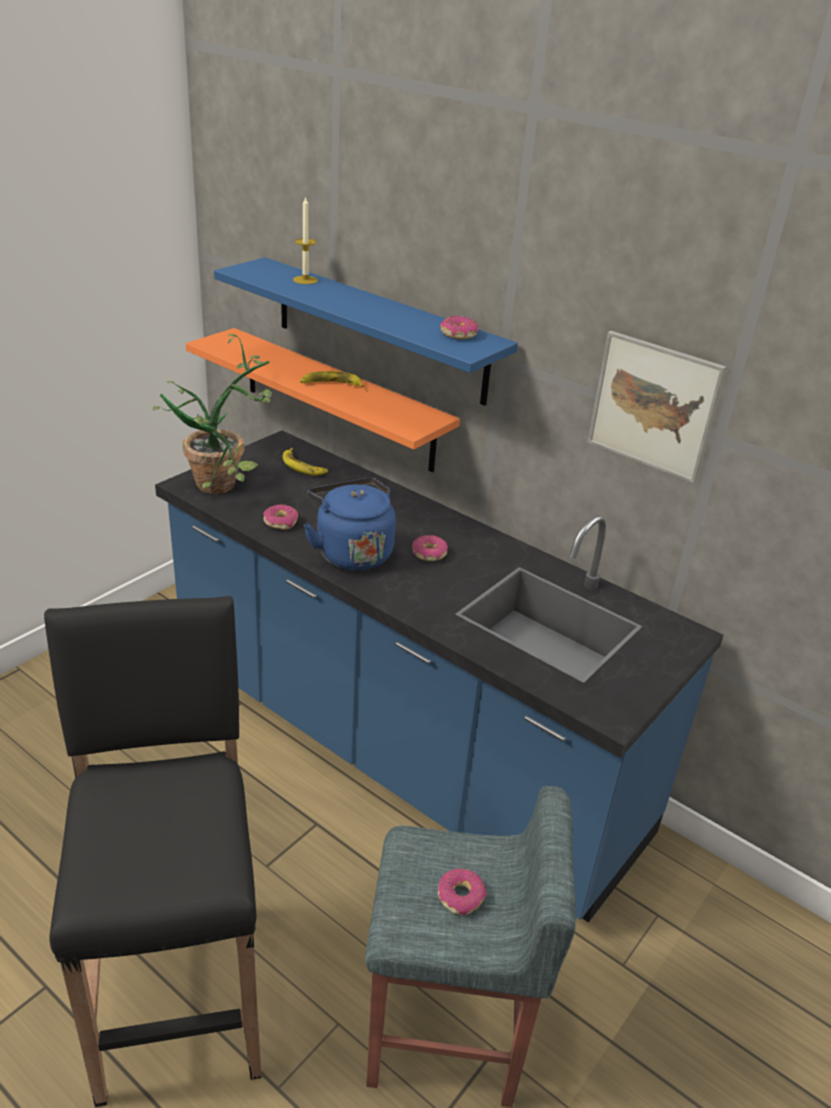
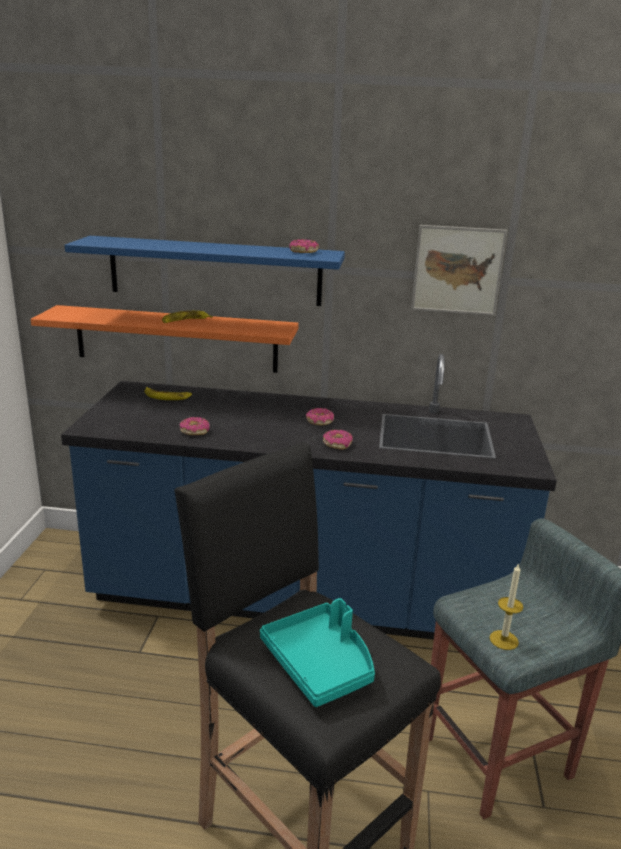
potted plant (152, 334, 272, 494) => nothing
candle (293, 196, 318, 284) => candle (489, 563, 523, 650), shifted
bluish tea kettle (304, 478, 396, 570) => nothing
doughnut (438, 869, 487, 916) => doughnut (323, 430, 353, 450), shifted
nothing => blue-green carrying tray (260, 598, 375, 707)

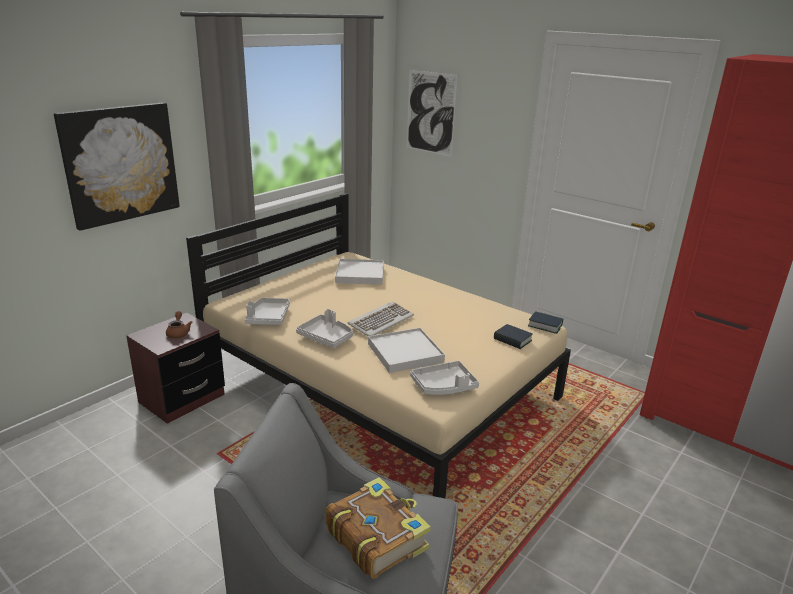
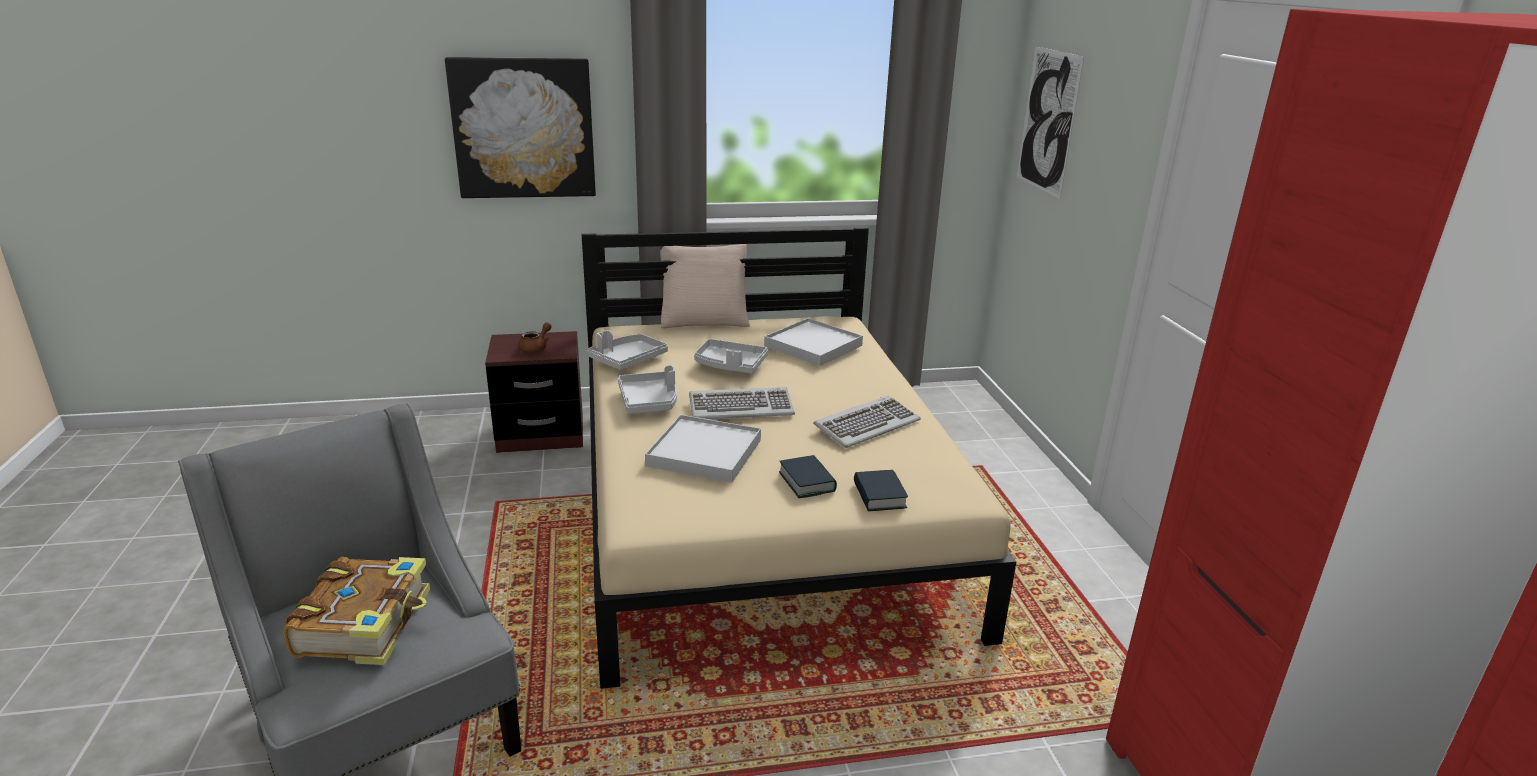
gray carrying tray (410, 361, 479, 395) => gray carrying tray (694, 339, 768, 374), shifted
bound book (528, 311, 563, 334) => bound book (779, 455, 837, 498), shifted
nothing => beige throw pillow (660, 244, 750, 328)
nothing => computer keyboard (813, 396, 920, 448)

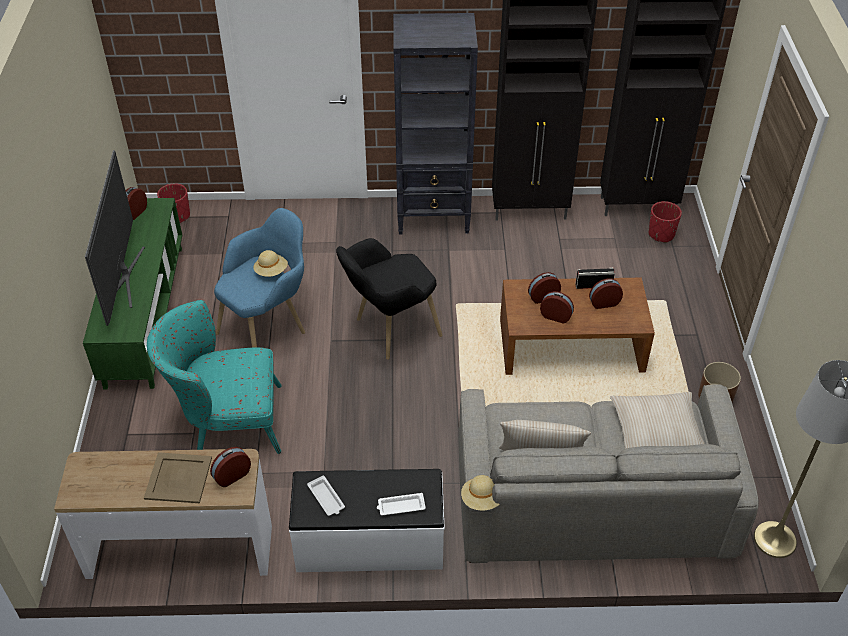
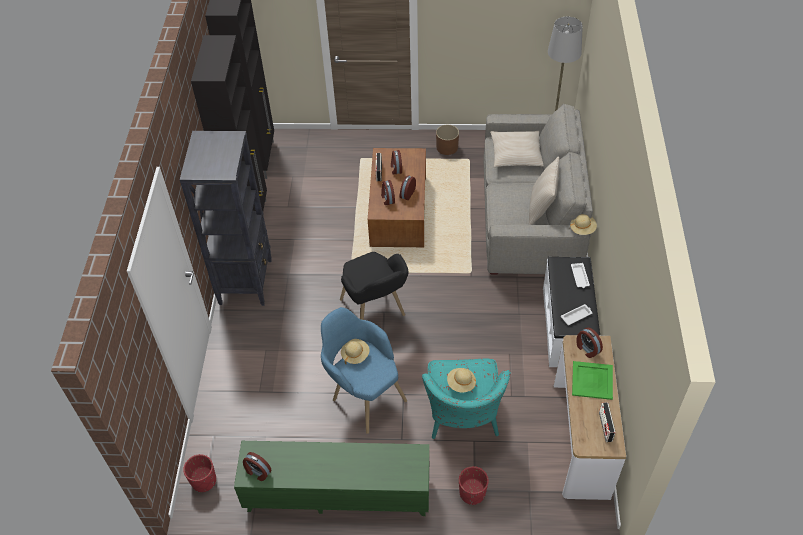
television (85, 150, 145, 326) => nothing
beige carrying tray (144, 452, 212, 503) => green carrying tray (572, 361, 613, 400)
reddish plant pot (649, 201, 682, 243) => reddish plant pot (459, 466, 489, 505), shifted
nothing => beige wearable hat (447, 368, 476, 392)
nothing => radio (599, 402, 615, 442)

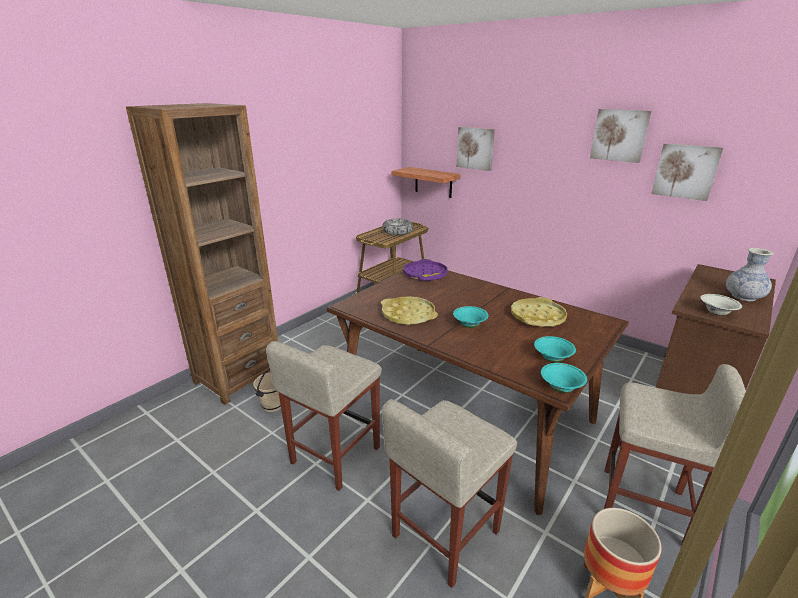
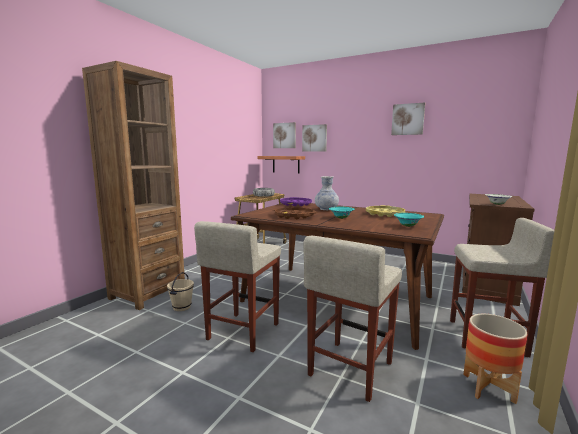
yellow-coloured carrying tray (381, 296, 438, 325) => brown carrying tray (273, 207, 317, 219)
blue-green deep dish (541, 363, 587, 393) => nothing
picture (651, 143, 723, 201) => picture (273, 122, 296, 148), shifted
decorative vase (726, 248, 774, 301) => decorative vase (315, 176, 339, 210), shifted

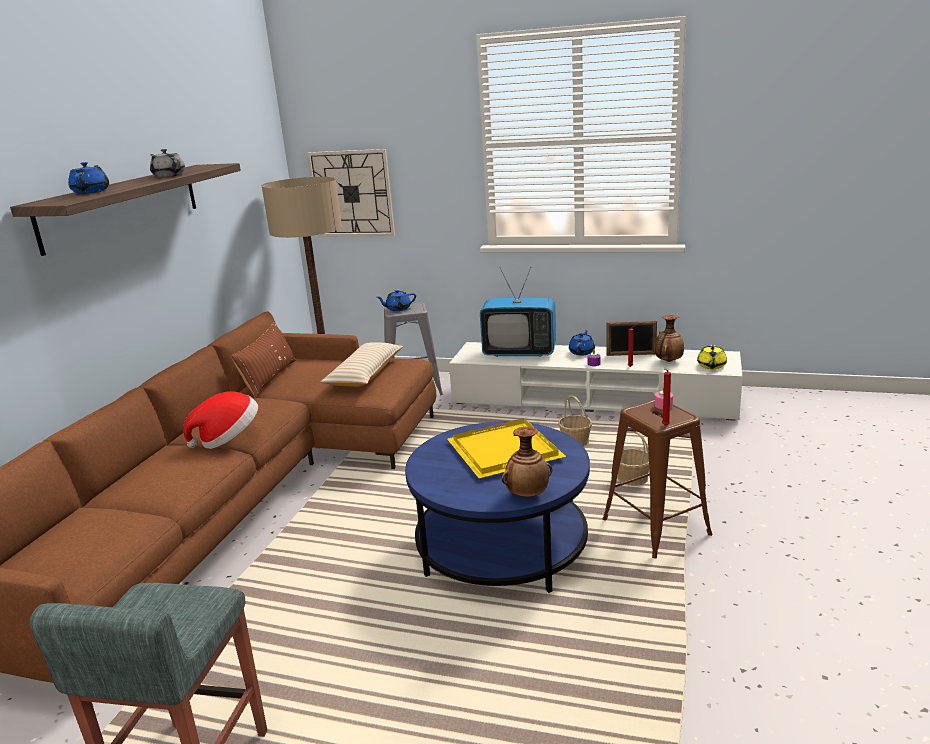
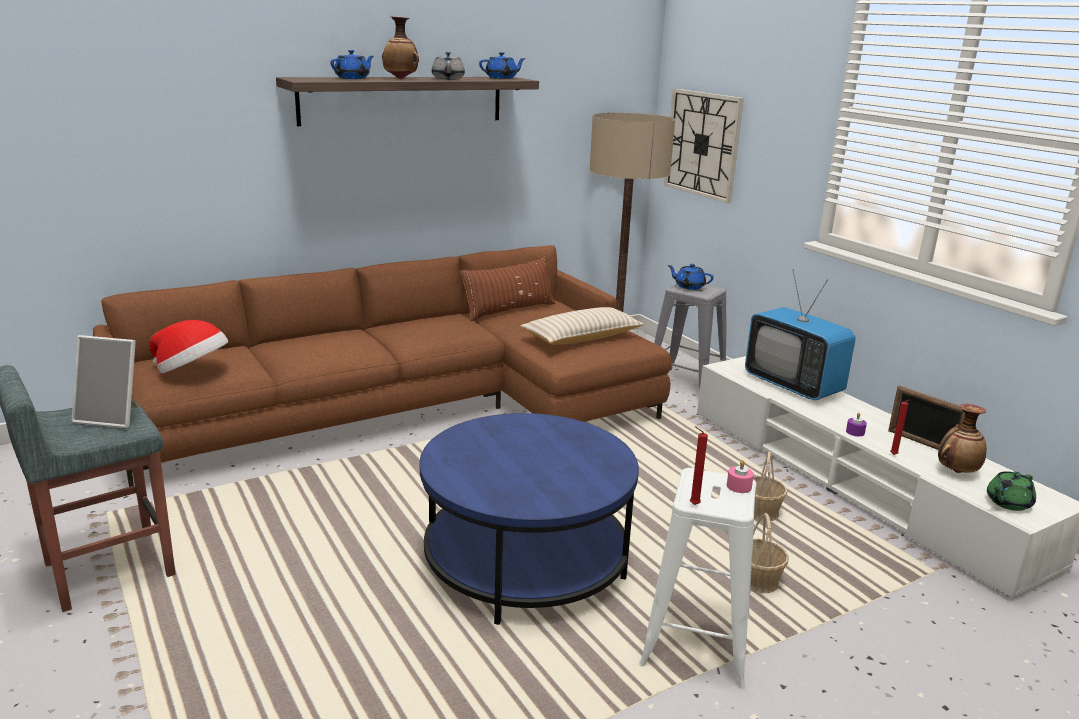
wearable hat (183, 391, 258, 449) => wearable hat (149, 320, 228, 373), shifted
yellow-coloured carrying tray (447, 418, 566, 478) => nothing
decorative vase (501, 427, 552, 497) => decorative vase (382, 16, 419, 79), shifted
bluish teapot (569, 330, 595, 355) => bluish teapot (479, 52, 526, 79), shifted
brown stool (602, 399, 713, 559) => whitish stool (639, 468, 756, 688)
yellow-coloured teapot (697, 345, 727, 369) => green teapot (987, 471, 1036, 511)
nothing => standing frame (72, 335, 139, 428)

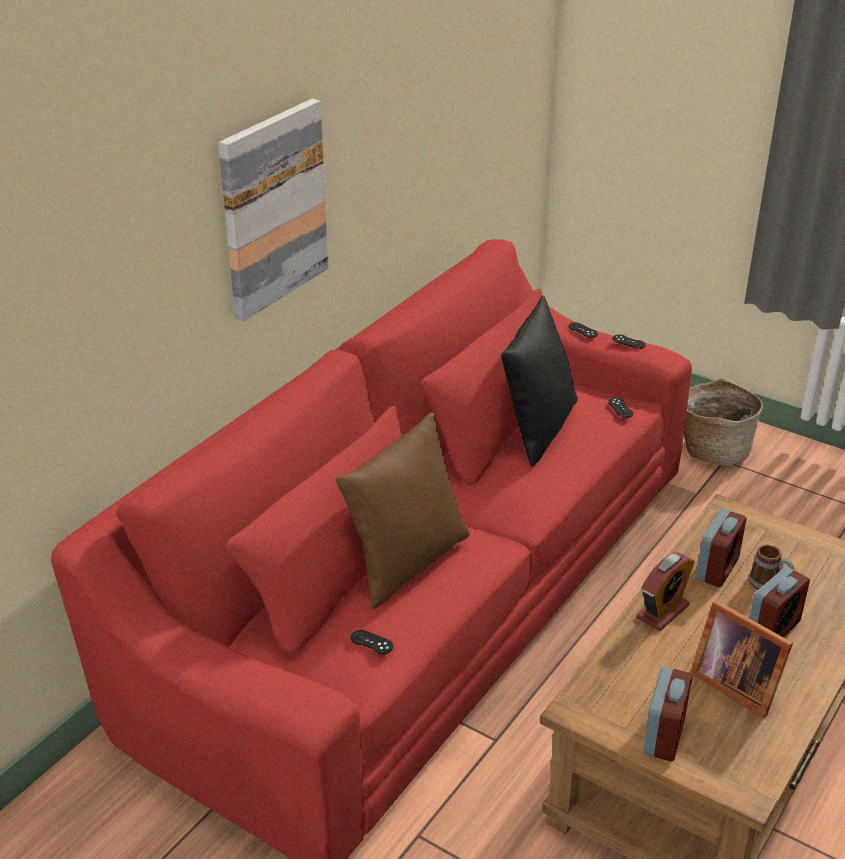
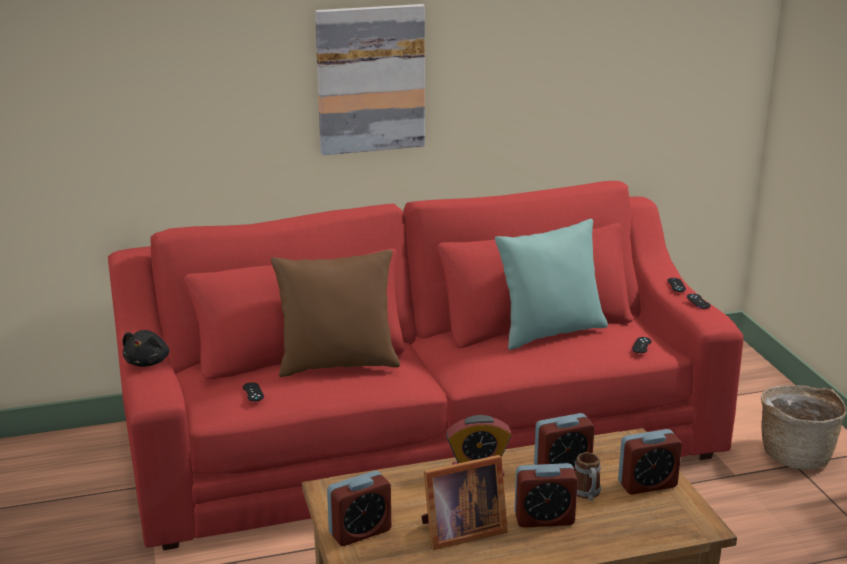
blackish throw pillow (501, 296, 577, 467) => blue-green throw pillow (495, 219, 608, 350)
standing frame (690, 600, 793, 718) => standing frame (421, 455, 508, 550), 105 degrees counterclockwise
nothing => blackish cuddly toy (122, 330, 169, 367)
nothing => alarm clock (618, 429, 682, 495)

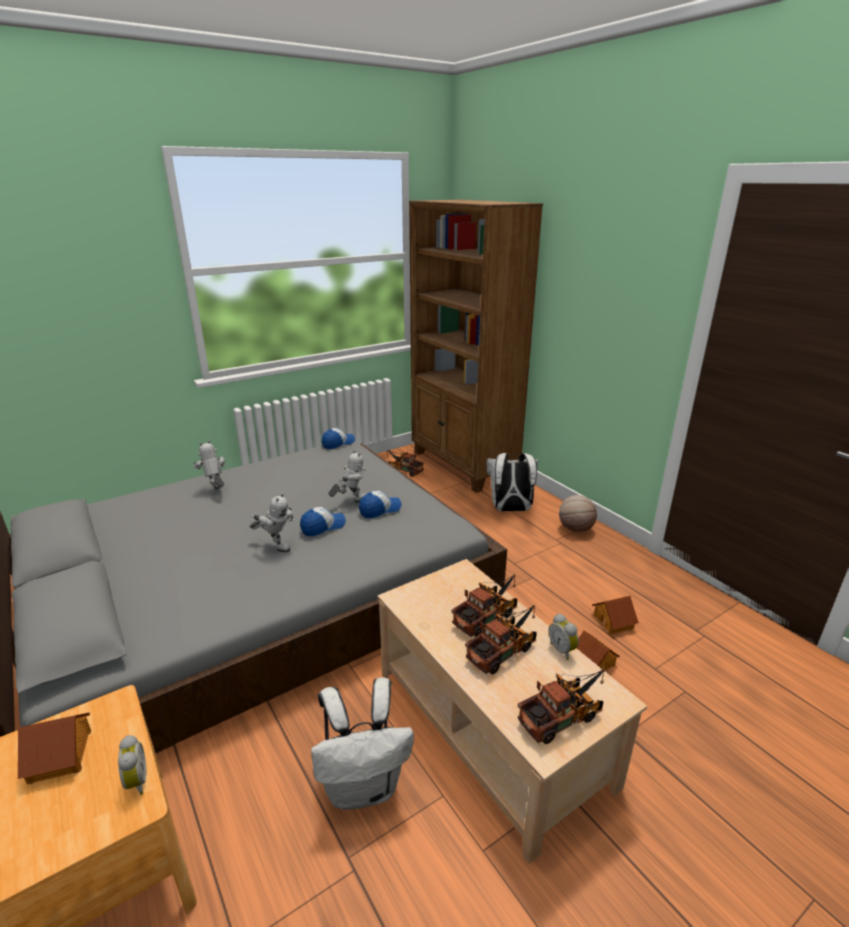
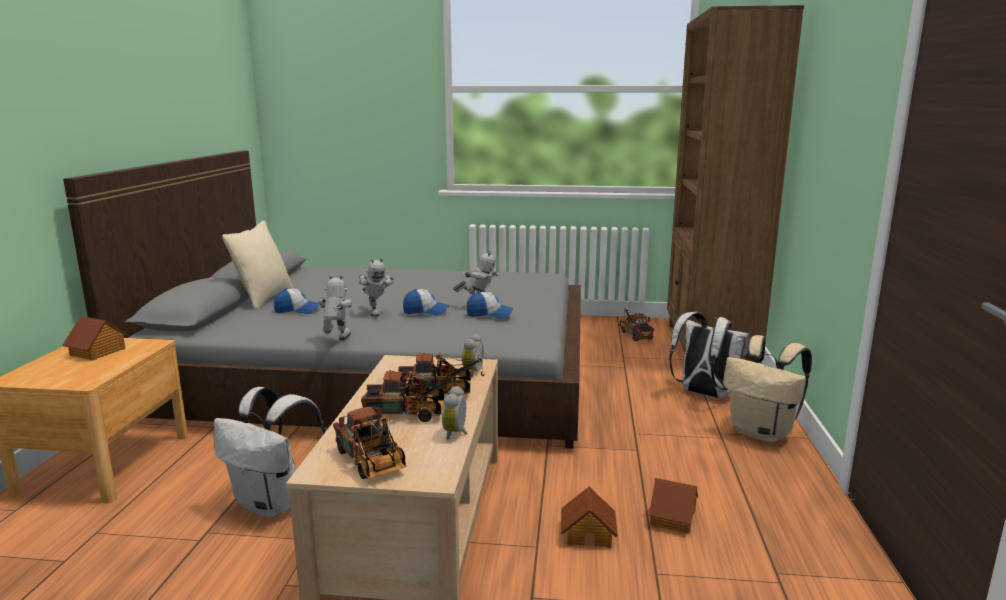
alarm clock (118, 735, 146, 795) => alarm clock (462, 334, 484, 377), shifted
toy robot (193, 440, 225, 489) => toy robot (318, 275, 352, 340), shifted
baseball cap (322, 428, 355, 449) => baseball cap (274, 288, 318, 314), shifted
toy lorry (518, 669, 604, 744) => toy lorry (333, 407, 406, 479), 45 degrees clockwise
ball for basketball (559, 495, 597, 532) => beige rucksack (723, 335, 812, 443)
nothing => beige throw pillow (222, 220, 293, 310)

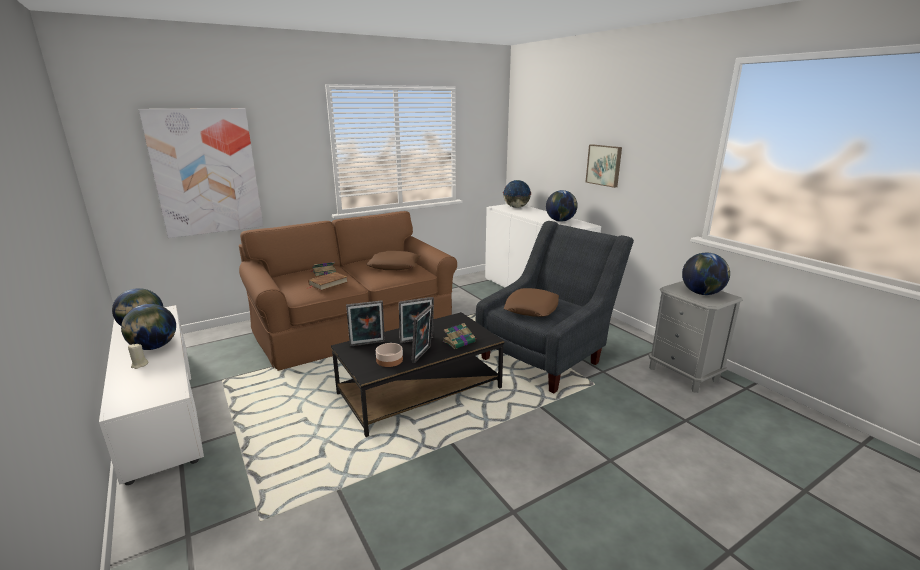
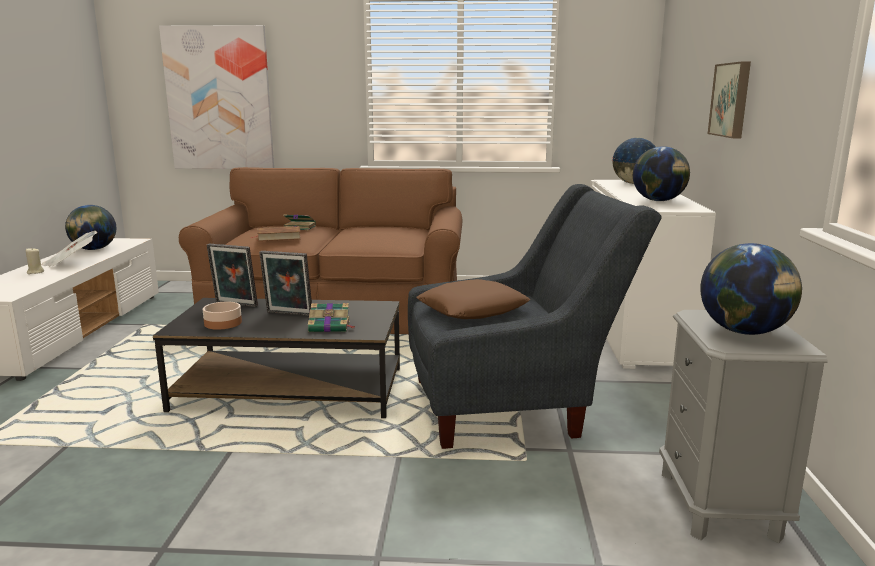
world globe (121, 304, 176, 350) => printed paper (41, 231, 97, 267)
brown throw pillow (366, 251, 421, 270) => nothing
standing frame (412, 305, 434, 363) => nothing

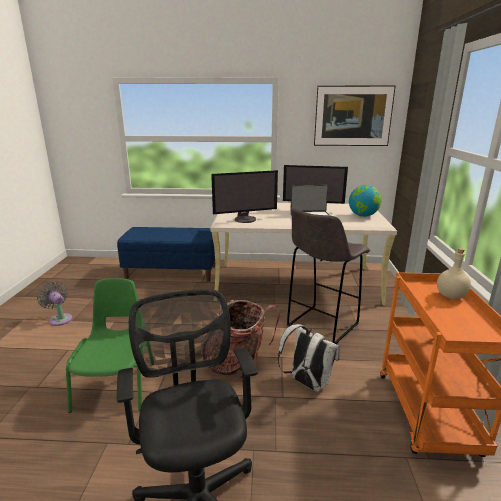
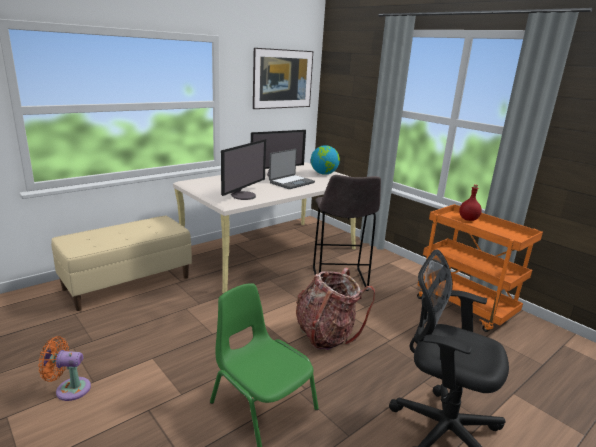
gray cooling fan (37, 281, 72, 326) => orange cooling fan (38, 336, 91, 401)
bluish bench (117, 227, 215, 281) => beige bench (51, 216, 192, 311)
whitish rucksack (277, 324, 340, 392) => nothing
beige beverage bottle (437, 248, 471, 299) => reddish beverage bottle (459, 184, 482, 221)

